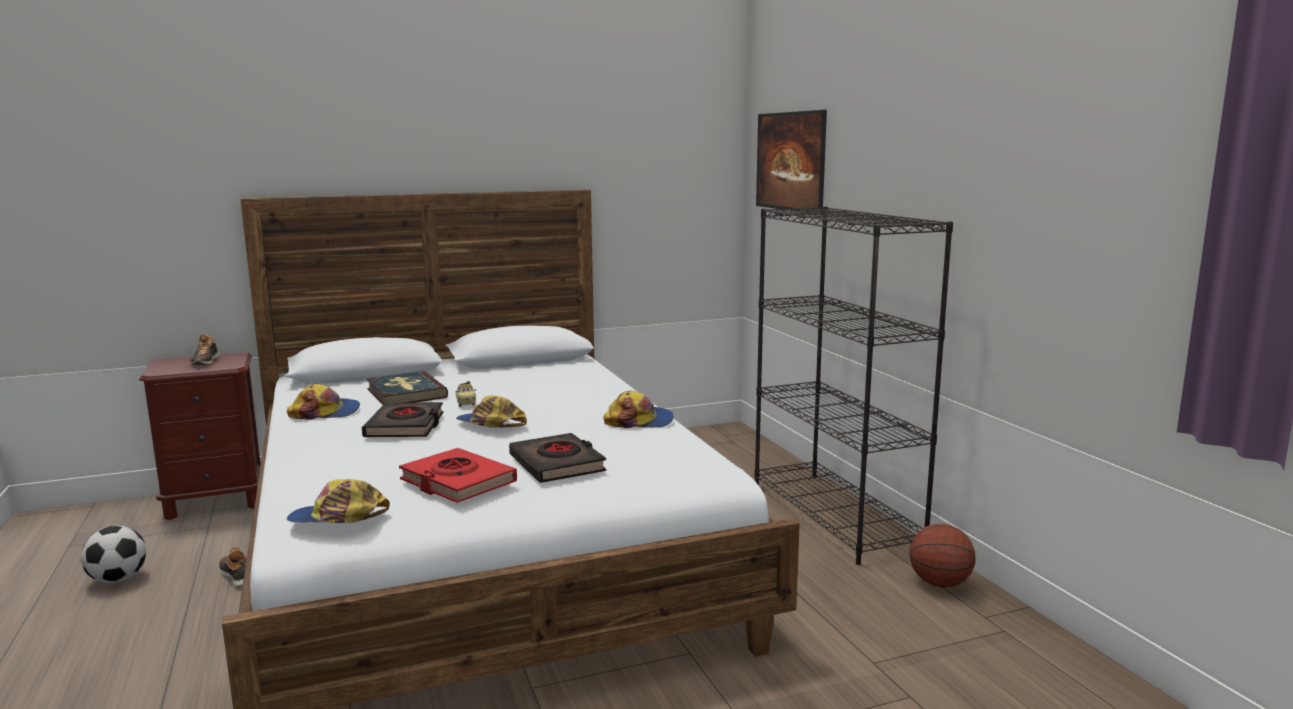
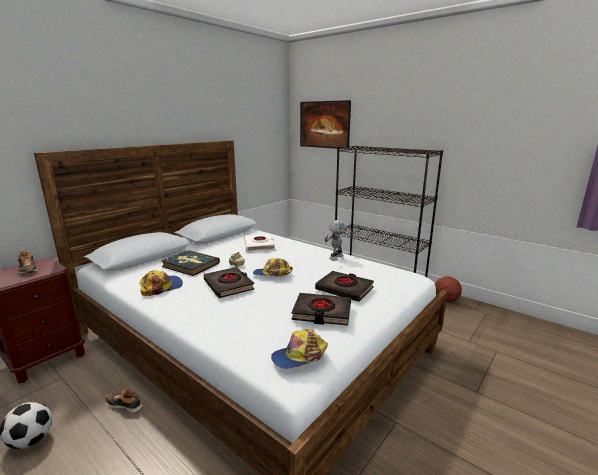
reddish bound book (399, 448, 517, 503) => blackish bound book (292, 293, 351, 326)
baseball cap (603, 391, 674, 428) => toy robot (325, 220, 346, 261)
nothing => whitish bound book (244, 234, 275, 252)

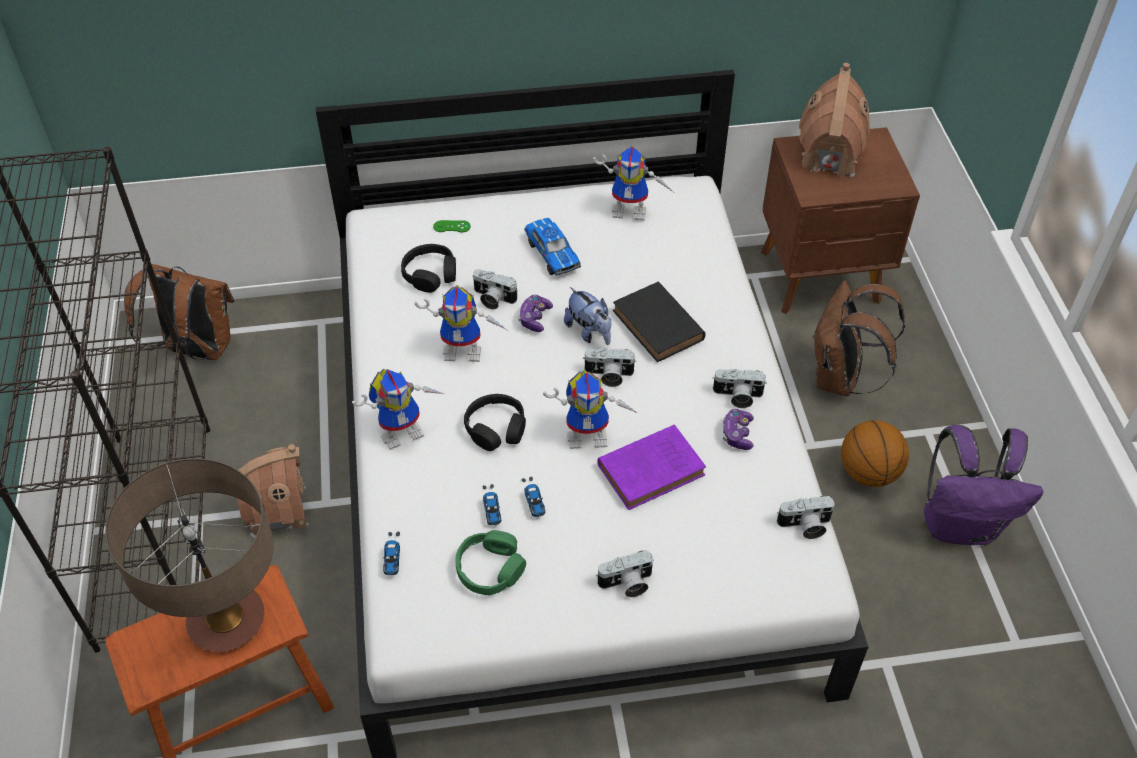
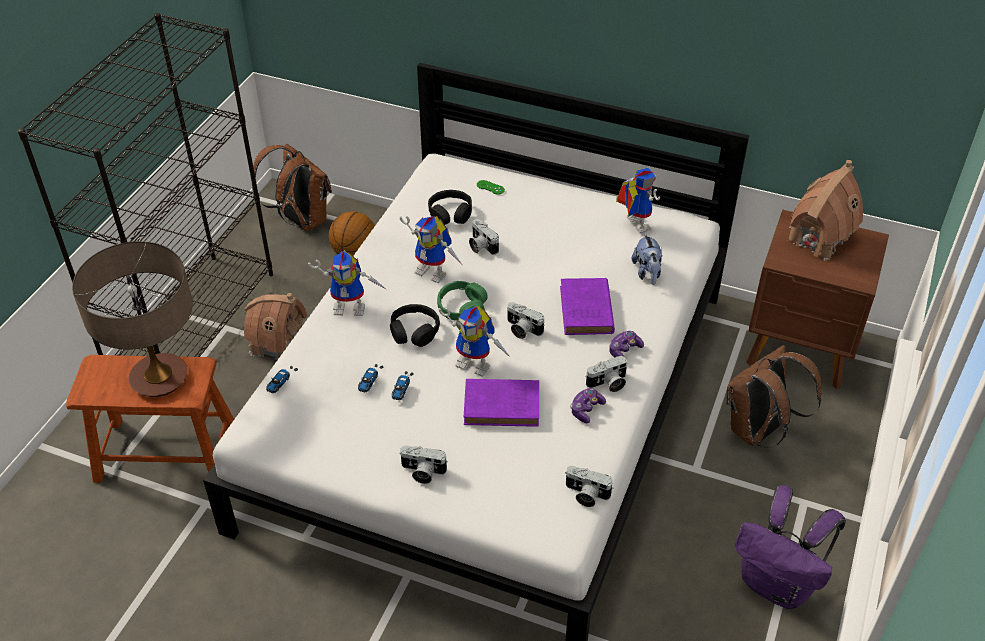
green pair of headphones (456, 530, 526, 595) => green pair of headphones (437, 281, 488, 320), shifted
joypad (518, 295, 553, 332) => joypad (609, 331, 644, 358), shifted
miniature car (525, 218, 581, 276) => nothing
cuddly toy (564, 287, 611, 345) => cuddly toy (632, 233, 663, 285), shifted
toy robot (593, 146, 673, 220) => toy robot (616, 168, 660, 234), 150 degrees counterclockwise
blackish bound book (613, 282, 706, 362) => purplish bound book (560, 278, 615, 335)
still camera (712, 369, 767, 408) => still camera (586, 355, 627, 392), 60 degrees counterclockwise
ball for basketball (841, 420, 909, 487) => ball for basketball (329, 212, 375, 256), shifted

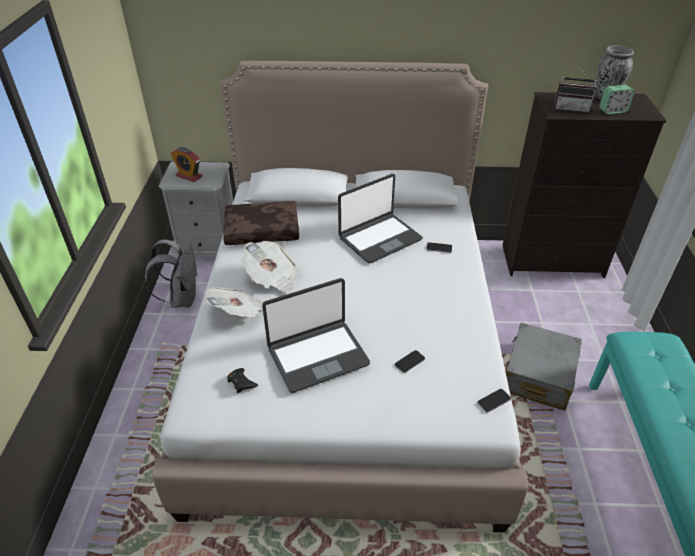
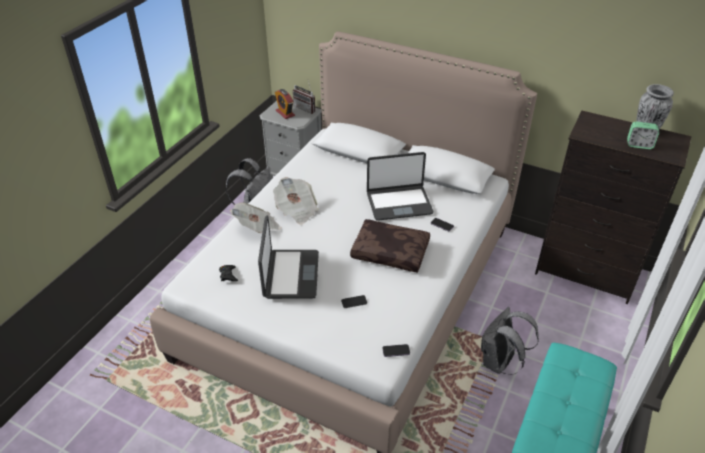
brown throw pillow (223, 201, 299, 245) => brown throw pillow (350, 219, 430, 273), shifted
portable computer (262, 278, 370, 393) => portable computer (258, 215, 319, 299), 90 degrees counterclockwise
gray travel case (506, 323, 582, 411) => gray rucksack (481, 307, 539, 375)
radio (553, 64, 597, 112) => radio (293, 80, 315, 114), shifted

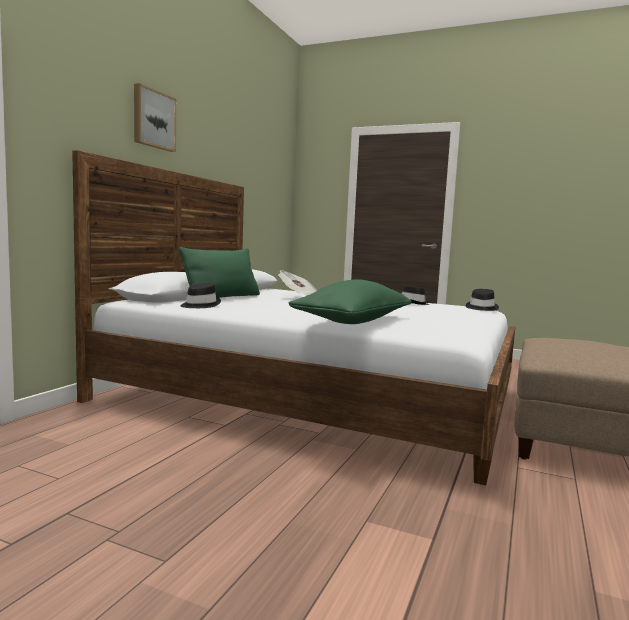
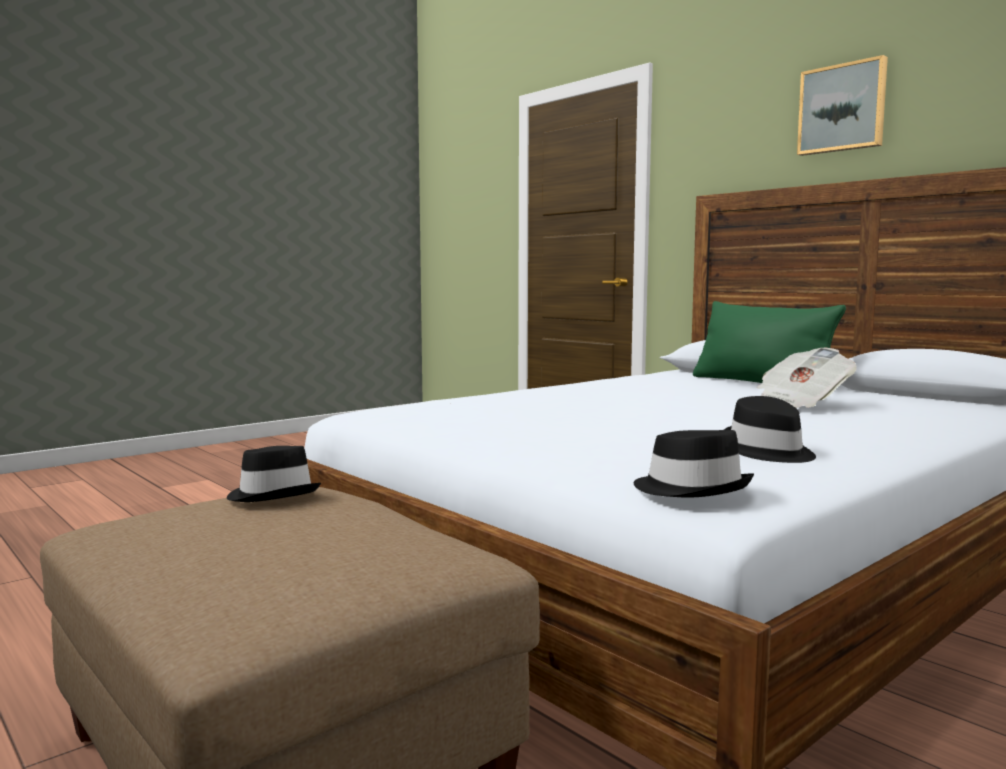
blackish wearable hat (181, 283, 221, 308) => blackish wearable hat (227, 446, 321, 502), shifted
green throw pillow (288, 279, 411, 324) => nothing

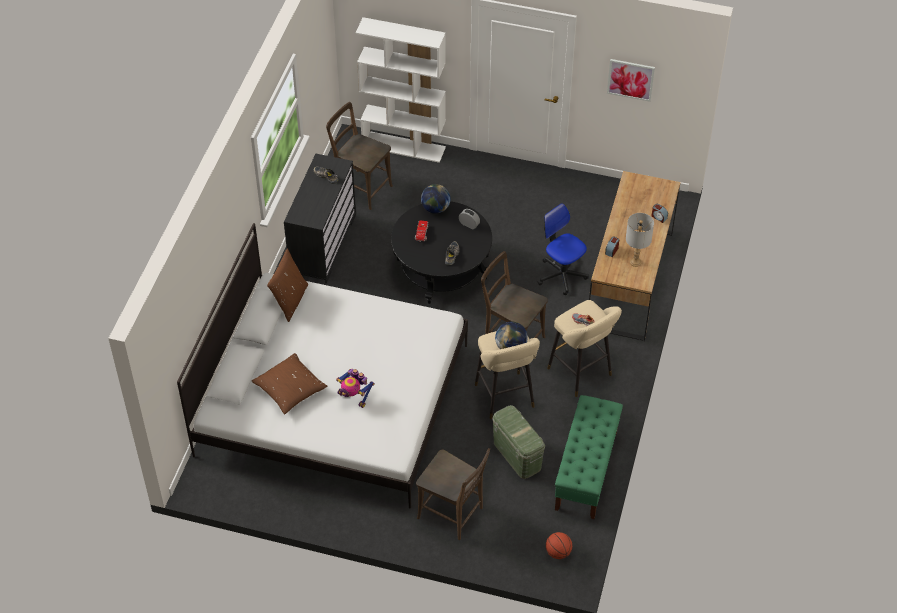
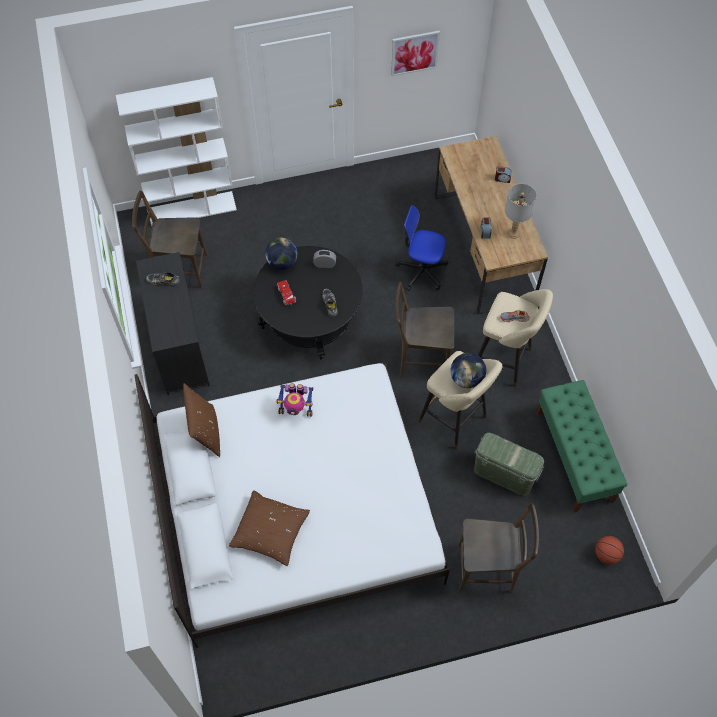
toy robot (336, 369, 375, 408) => toy robot (276, 383, 314, 417), shifted

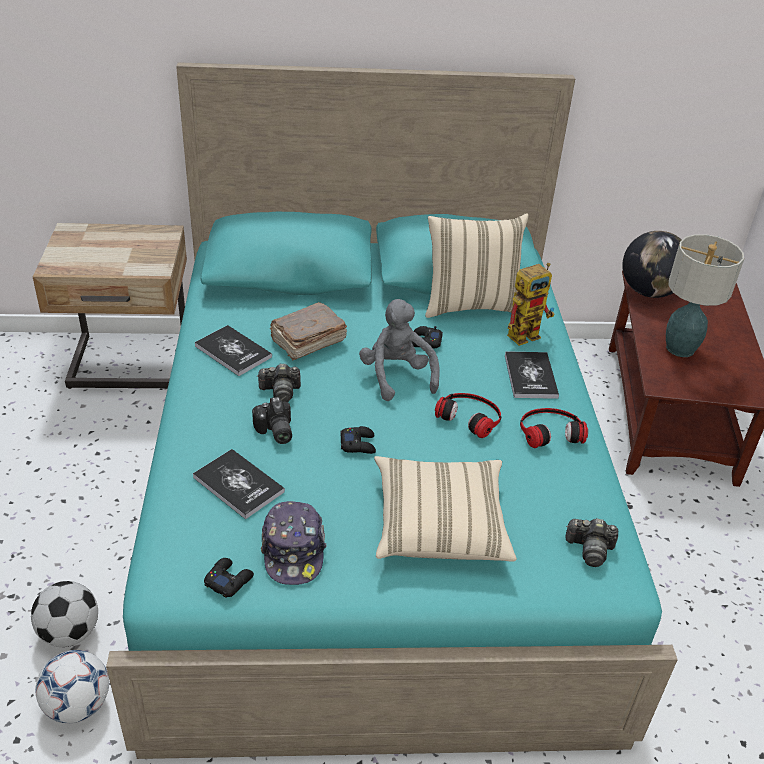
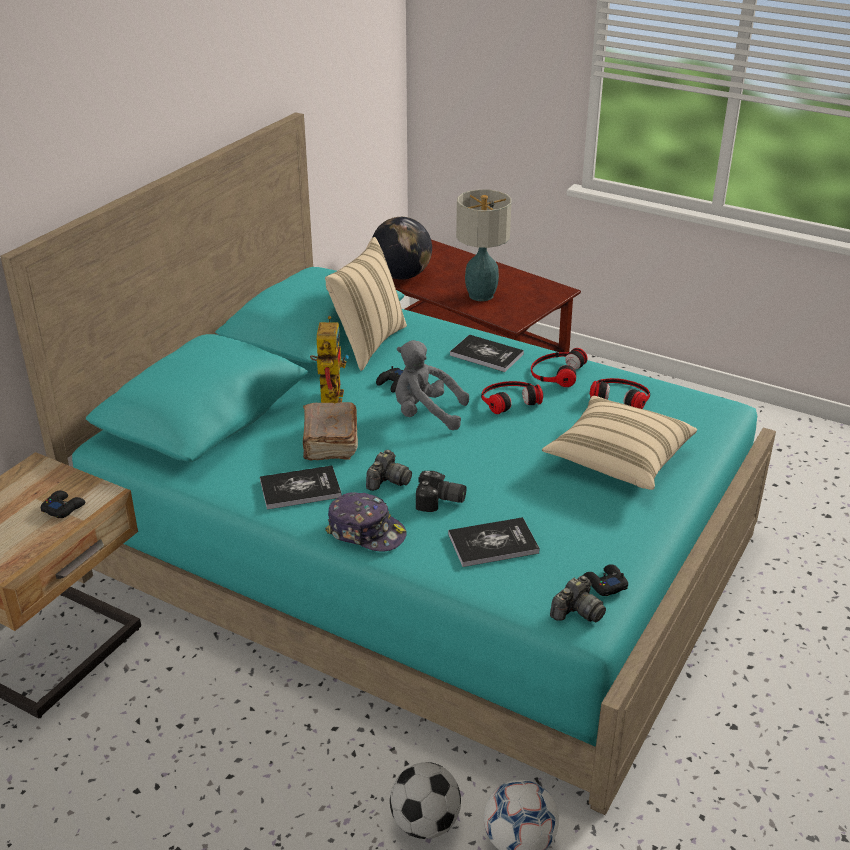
baseball cap (261, 501, 326, 585) => baseball cap (325, 492, 407, 551), shifted
blackish joypad (340, 426, 376, 454) => blackish joypad (40, 491, 85, 518), shifted
toy robot (507, 263, 555, 346) => toy robot (310, 316, 349, 404), shifted
still camera (565, 518, 618, 567) => still camera (550, 575, 606, 622), shifted
nothing => pair of headphones (590, 378, 650, 409)

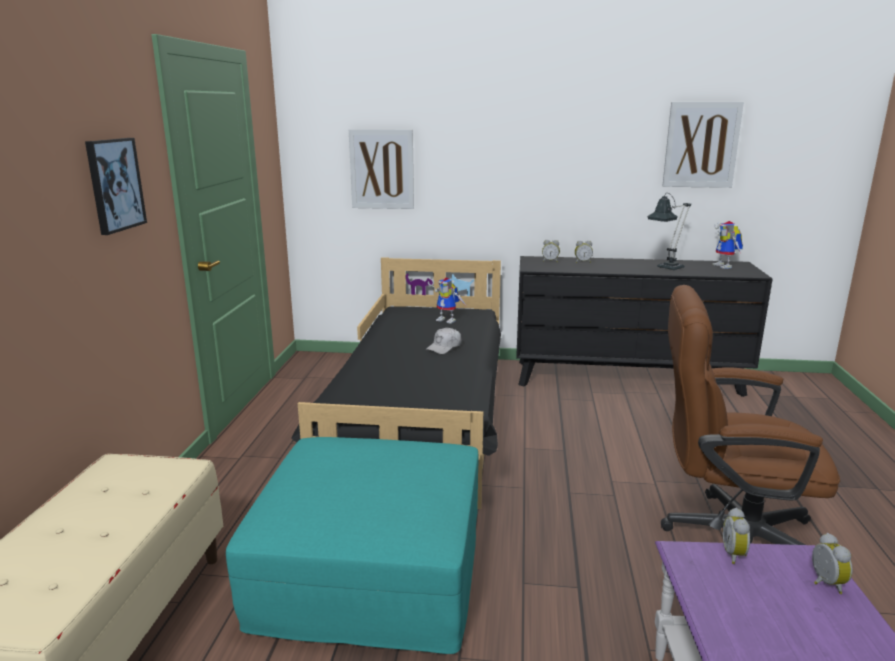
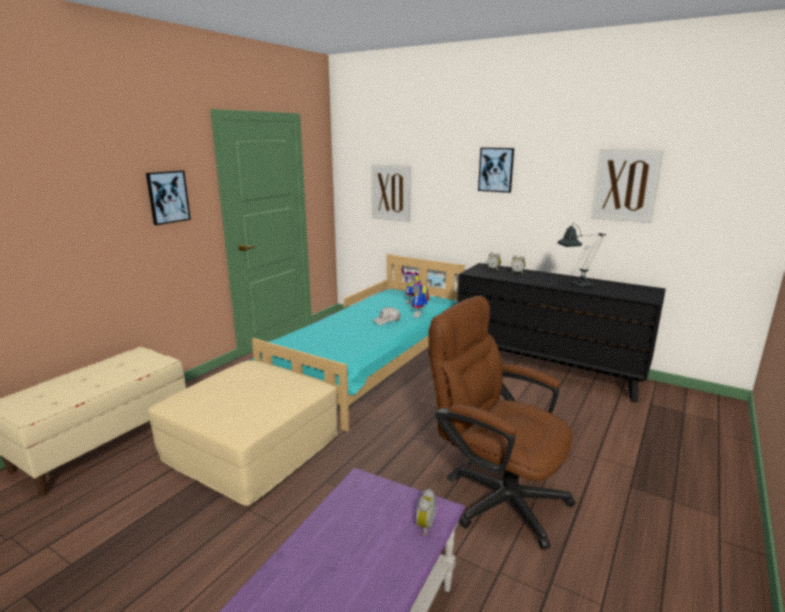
blue-green footrest (226, 437, 479, 654) => beige footrest (148, 360, 338, 506)
blackish bed (291, 257, 501, 509) => blue-green bed (251, 254, 465, 432)
toy robot (713, 221, 743, 269) => toy robot (412, 282, 429, 318), shifted
alarm clock (723, 507, 750, 564) => nothing
nothing => picture (478, 148, 514, 193)

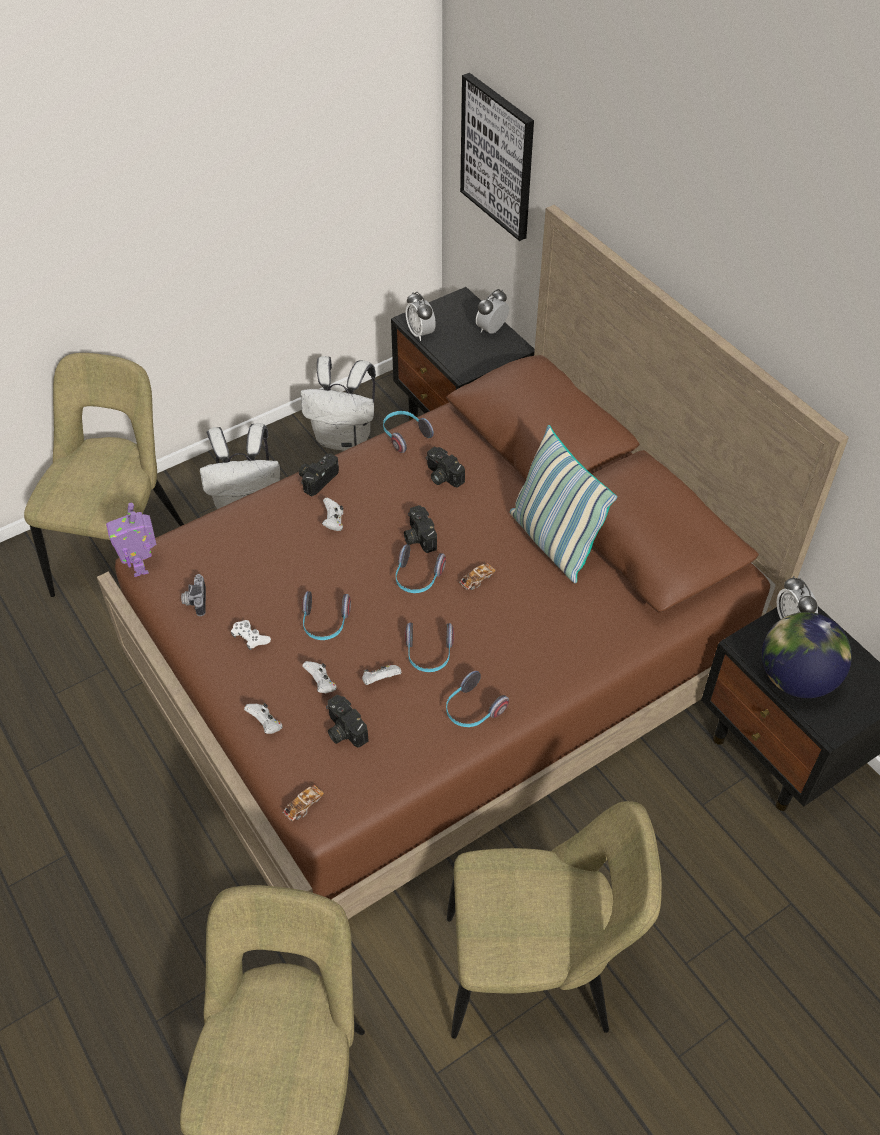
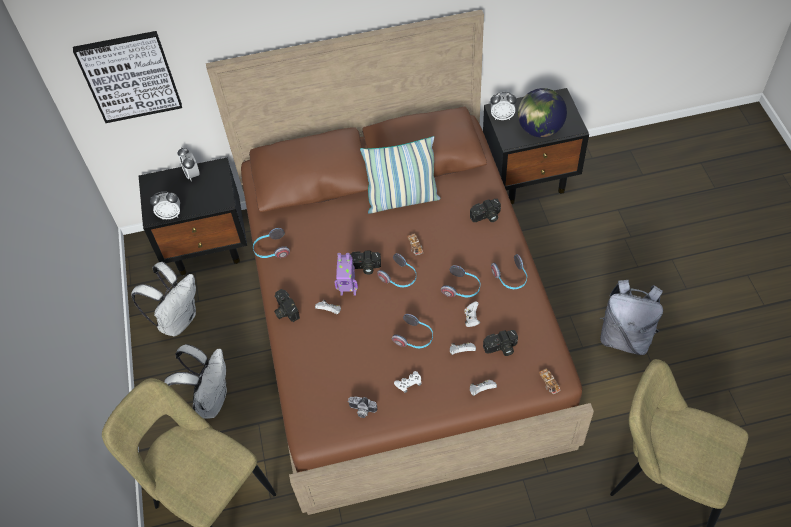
toy robot (106, 503, 156, 577) => toy robot (335, 253, 358, 295), shifted
still camera (426, 447, 465, 488) => still camera (470, 199, 501, 222), shifted
beige upright chair (447, 801, 662, 1039) => gray rucksack (600, 280, 663, 355)

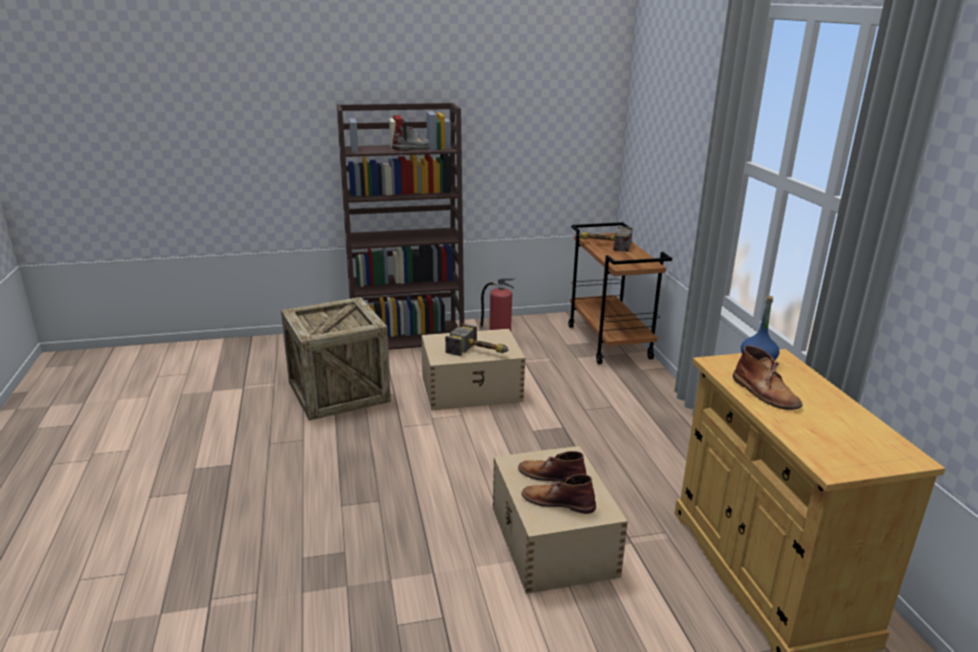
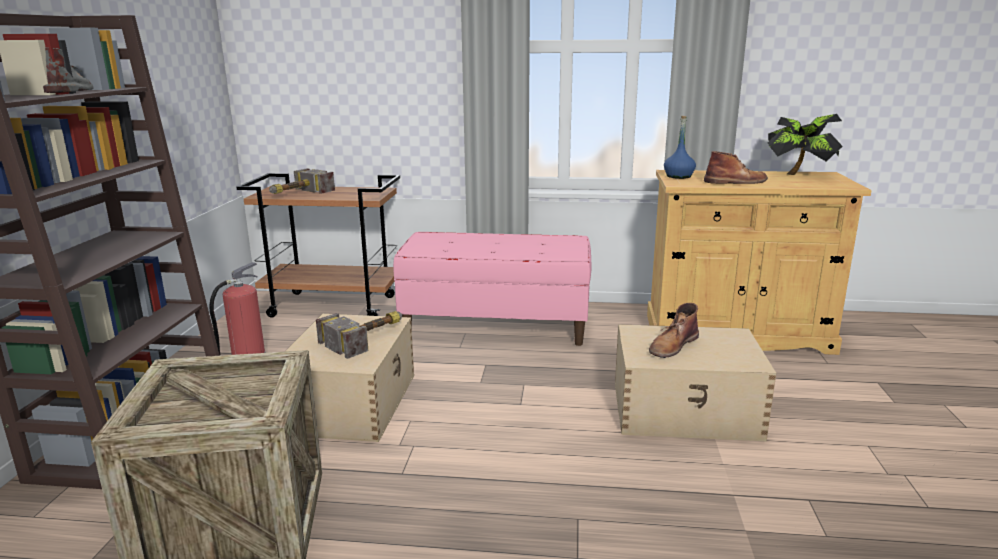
brown boot (522, 474, 596, 514) => nothing
nothing => pink bench (393, 232, 591, 346)
nothing => potted plant (767, 114, 843, 175)

